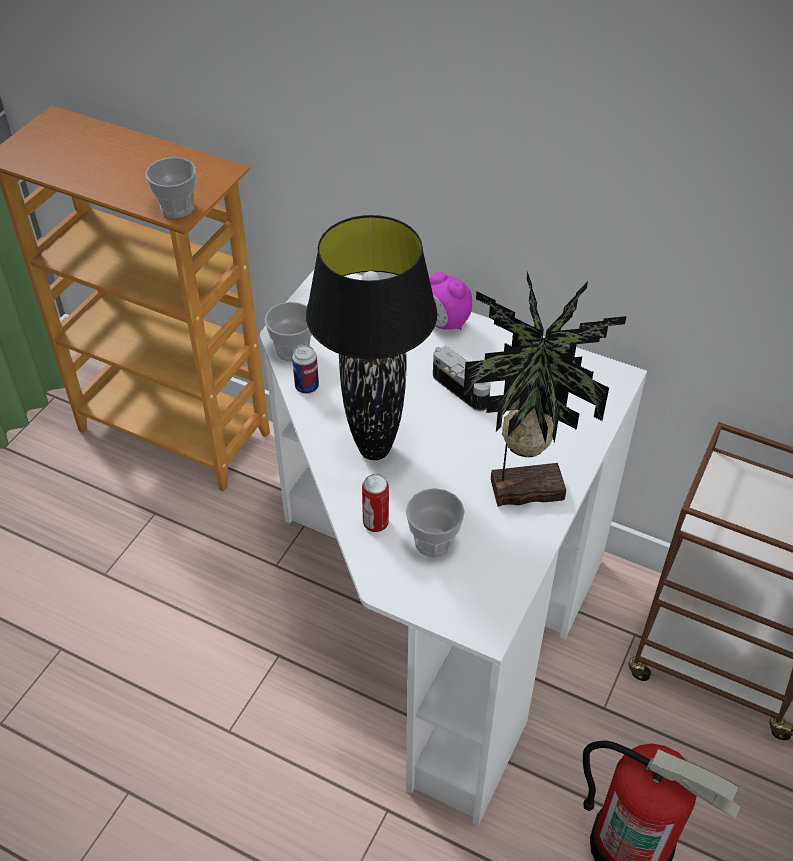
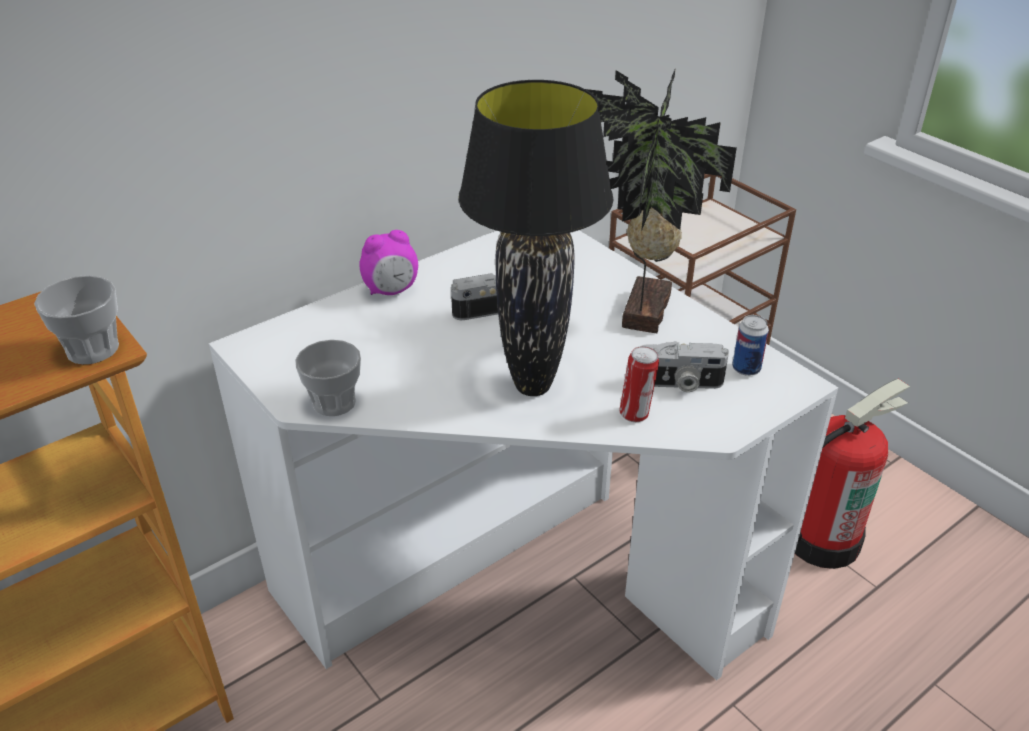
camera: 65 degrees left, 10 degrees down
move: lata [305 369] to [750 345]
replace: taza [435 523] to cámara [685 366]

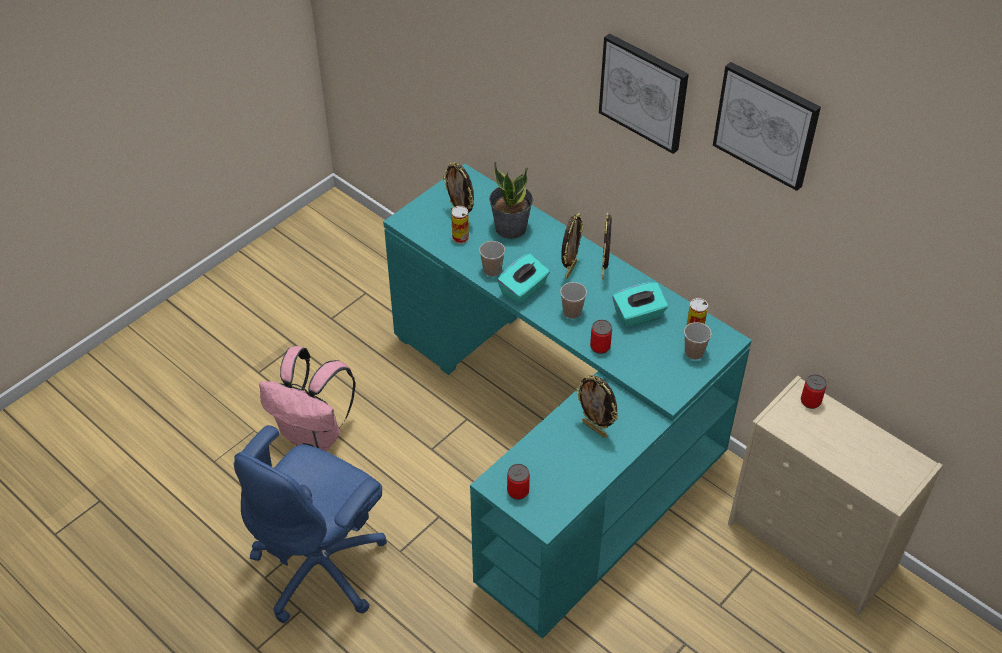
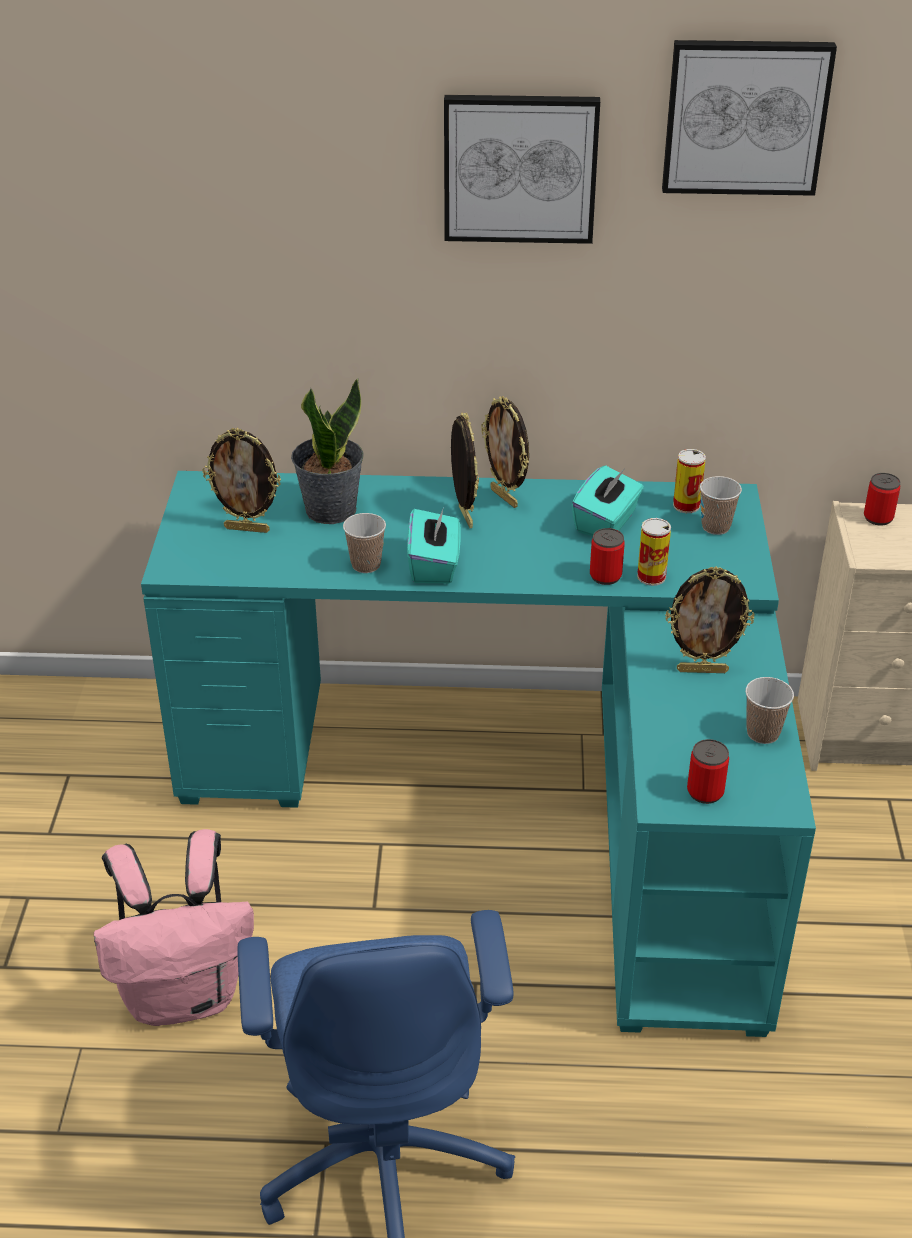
camera: 40 degrees left, 10 degrees down
move: lata [460 225] to [654 552]; taza [573 300] to [769 710]

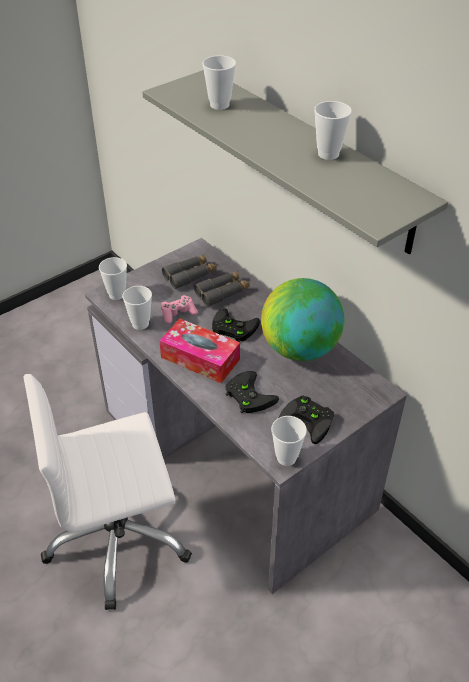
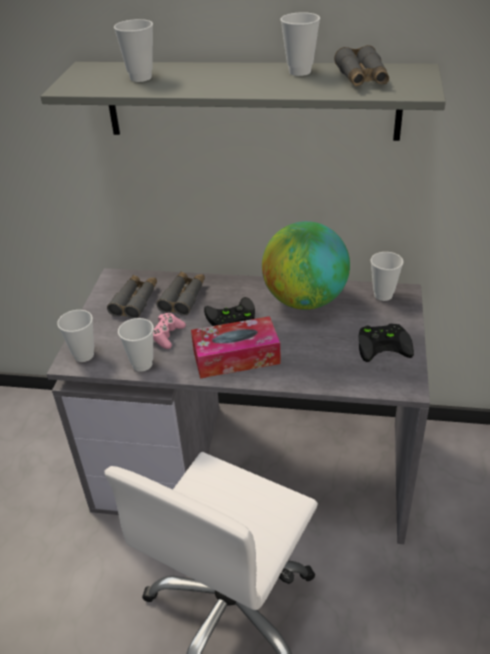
camera: 40 degrees left, 5 degrees down
delete: mando de consola (negro) [252 392]
insert: prismáticos (gris) [361 65]
move: taza [289 441] to [386 276]

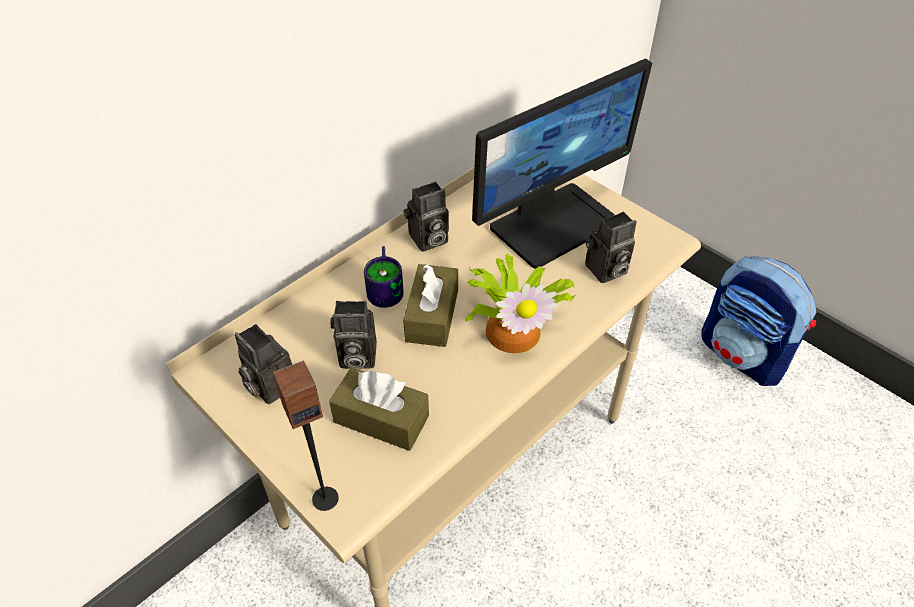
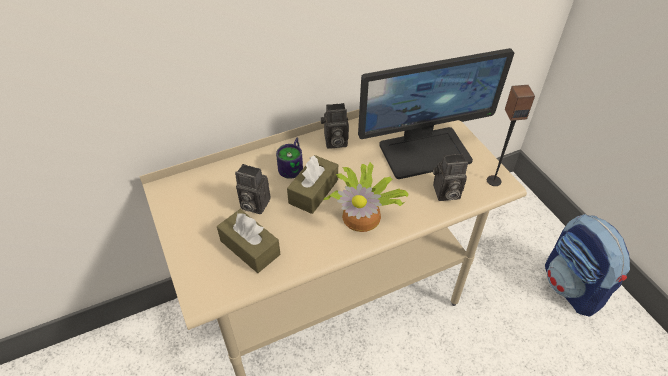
camera: 20 degrees right, 0 degrees up
delete: cámara [263 364]
move: altavoz [306 435] to [511 135]

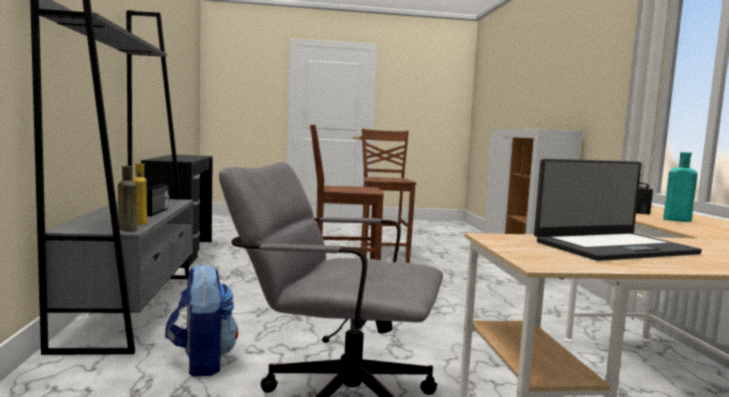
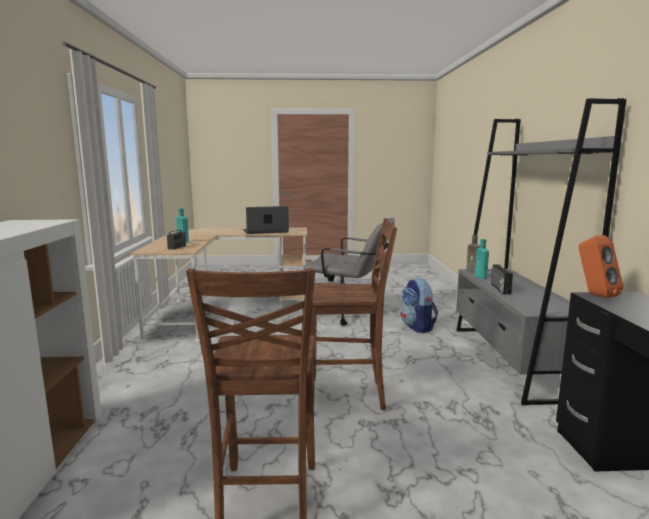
camera: 175 degrees left, 5 degrees up
insert: altavoz (naranja) [600 266]
recolor: botella (amarillo) [140 194] to botella (turquesa) [482 259]

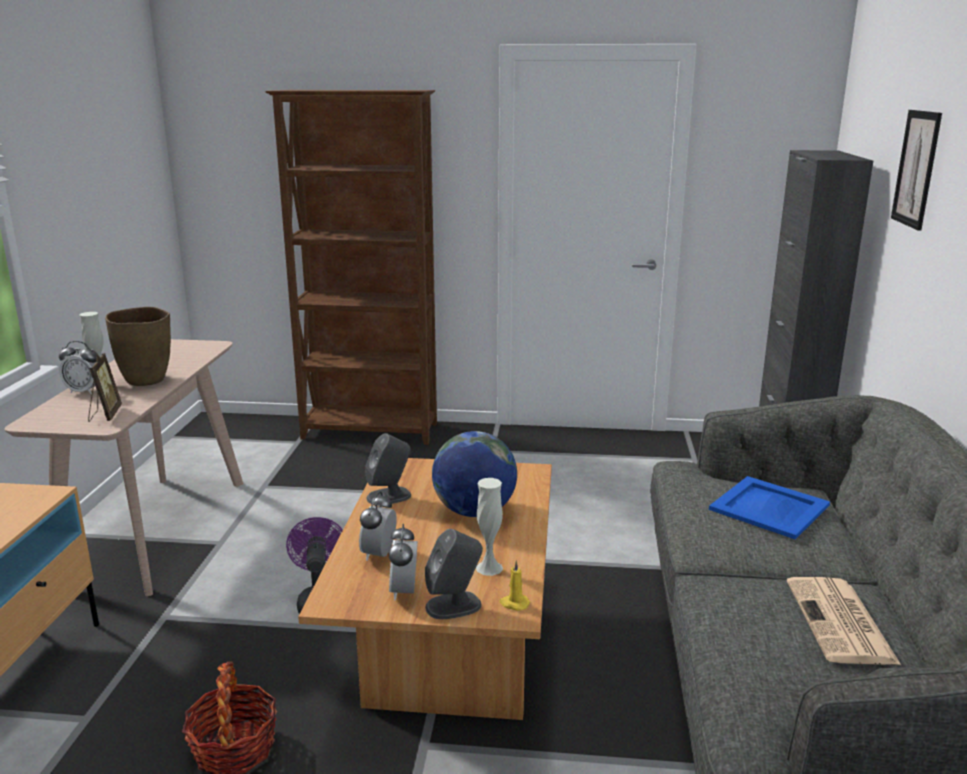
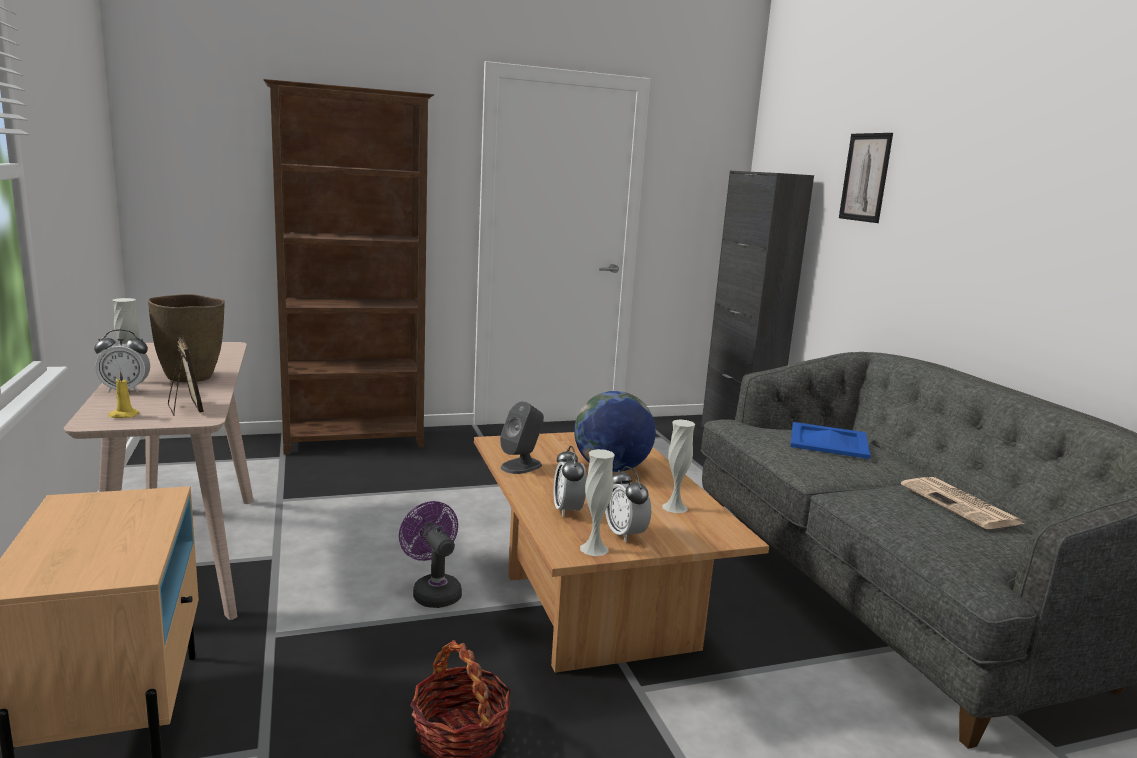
camera: 25 degrees left, 5 degrees down
delete: altavoz (gris) [454 574]
insert: florero (blanco) [597 502]
move: vela (amarillo) [515 586] to [124 394]

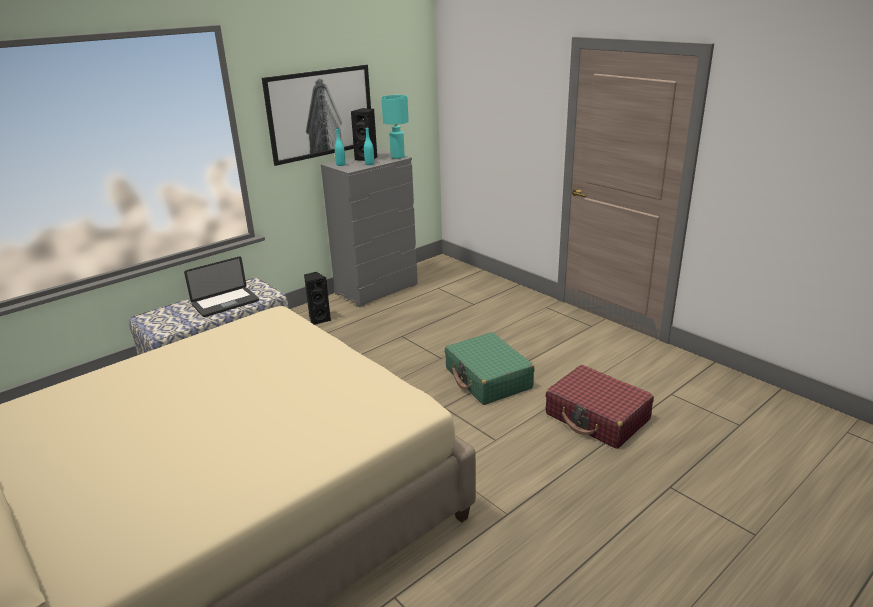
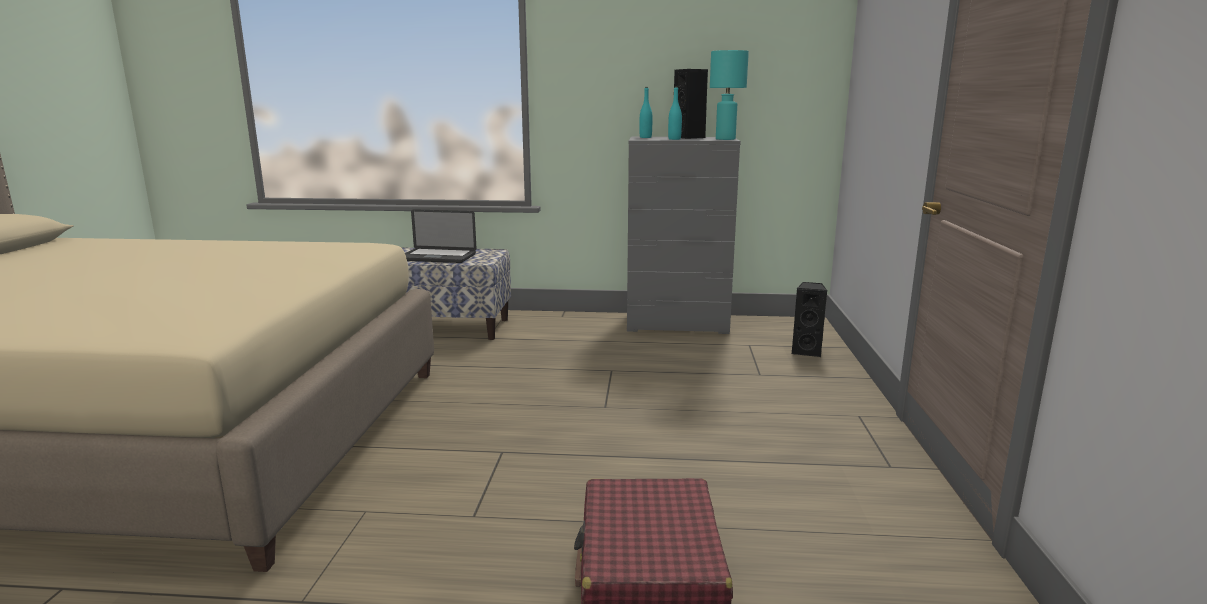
camera: 45 degrees right, 10 degrees down
delete: cuadro [316 115]; maleta (verde) [489 368]
move: altavoz (negro) [317 298] to [809 319]

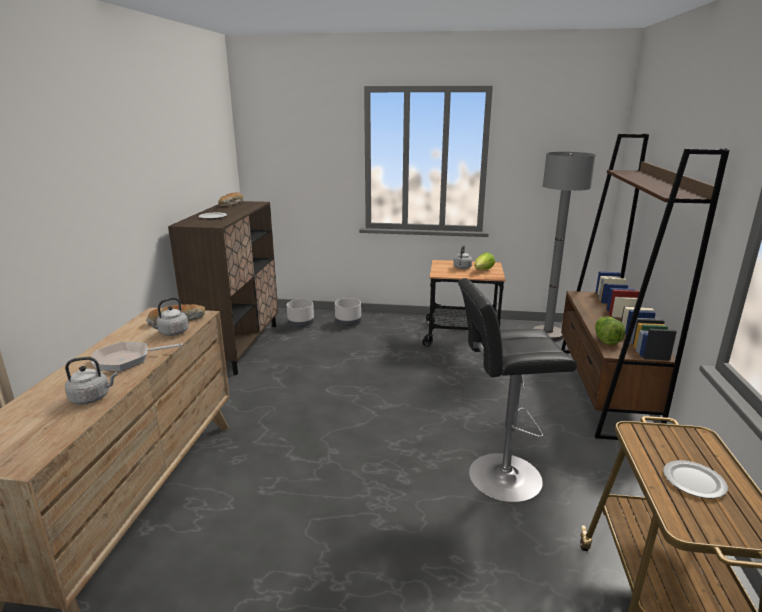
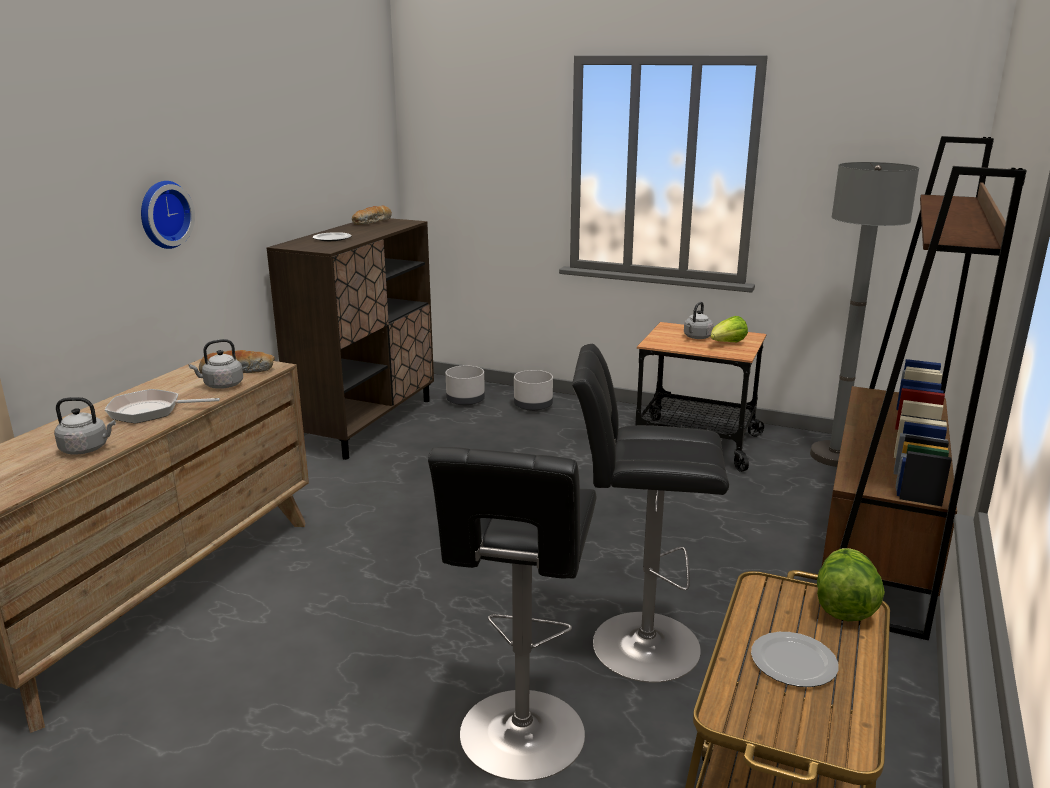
camera: 15 degrees right, 0 degrees up
insert: reloj de pared [168 215]; taburete (negro) [512 614]
move: lechuga [610 330] to [851 584]

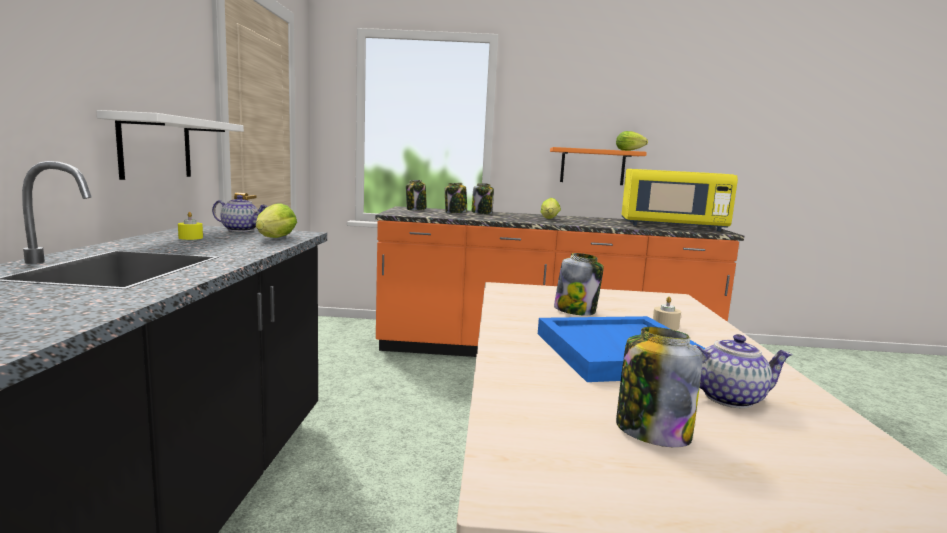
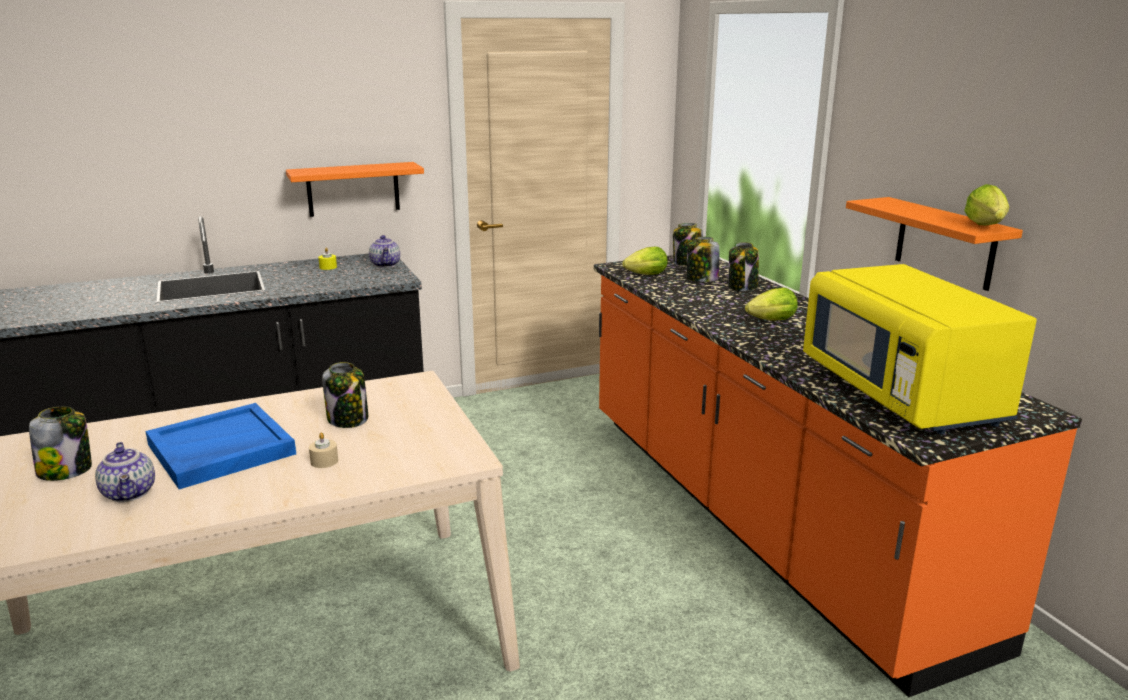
camera: 65 degrees right, 10 degrees up
move: lechuga [276 220] to [644 261]
recolor: estante (blanco) [170 145] to estante (naranja) [355 189]

